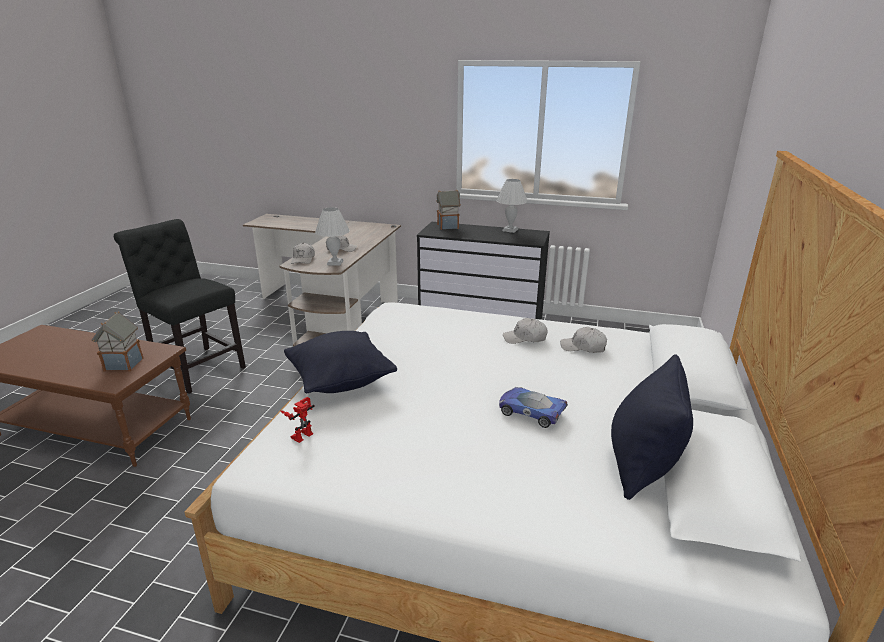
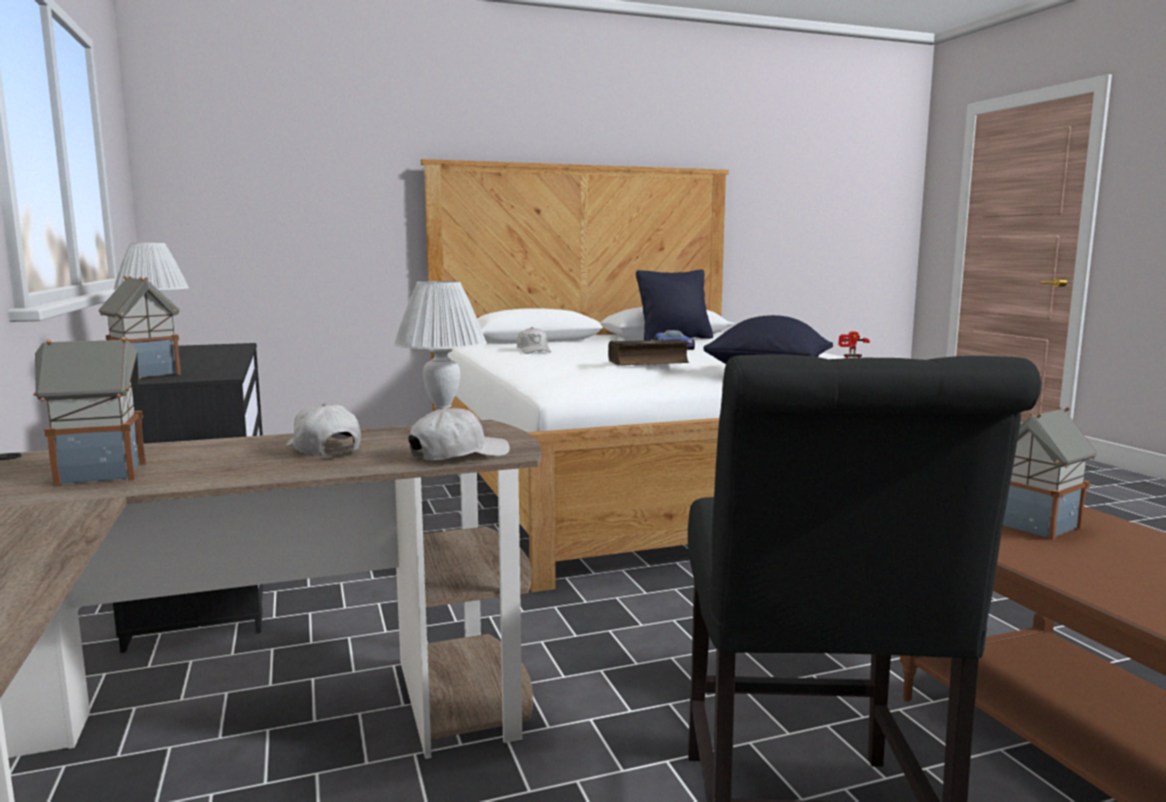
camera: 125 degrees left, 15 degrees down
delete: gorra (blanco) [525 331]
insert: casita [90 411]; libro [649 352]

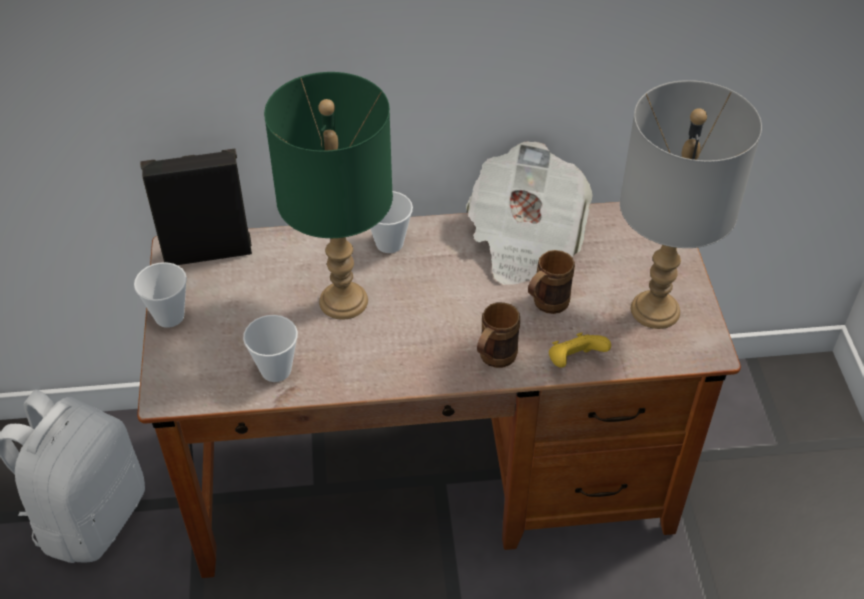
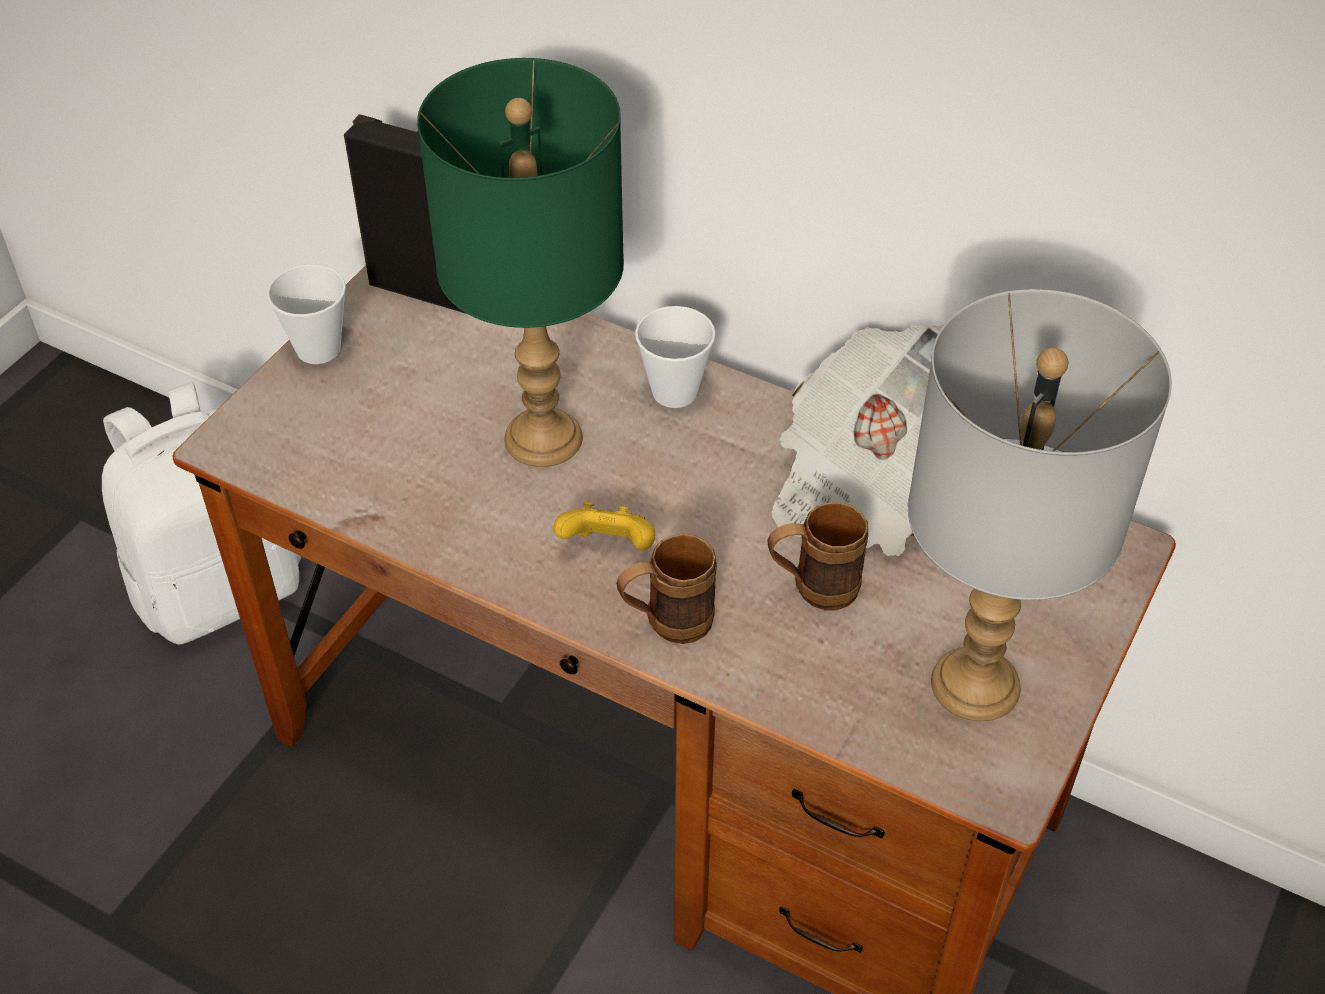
camera: 35 degrees right, 0 degrees up
delete: taza [270 348]
move: mando de consola (amarillo) [580 350] to [604 526]

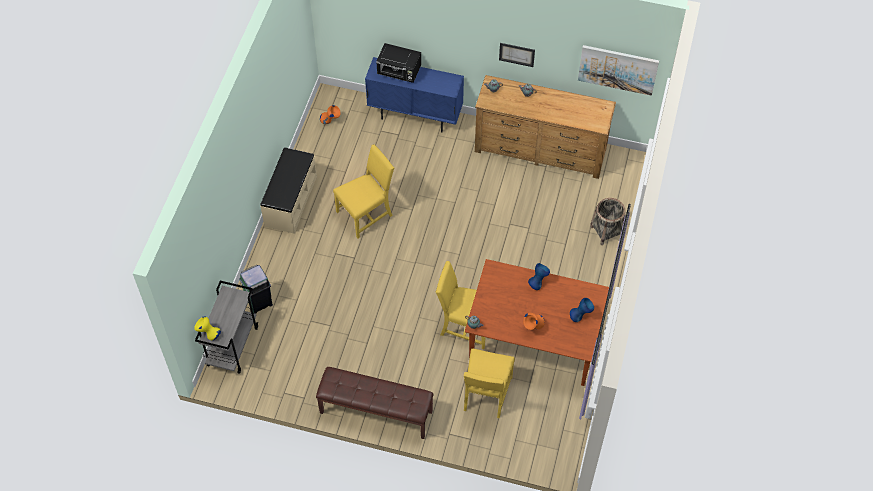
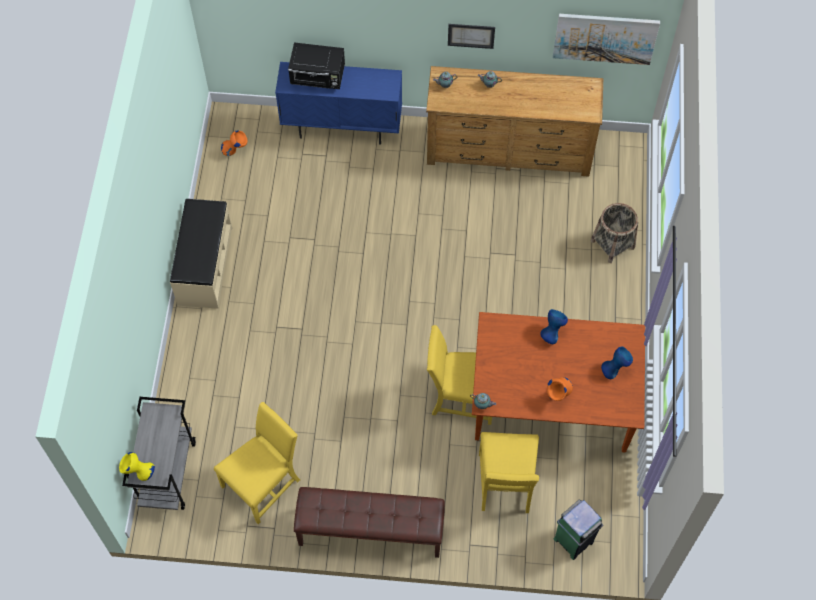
camera: 10 degrees left, 5 degrees up
move: papelera (verde) [256 289] to [578 530]; silla (amarillo) [363 191] to [257 463]

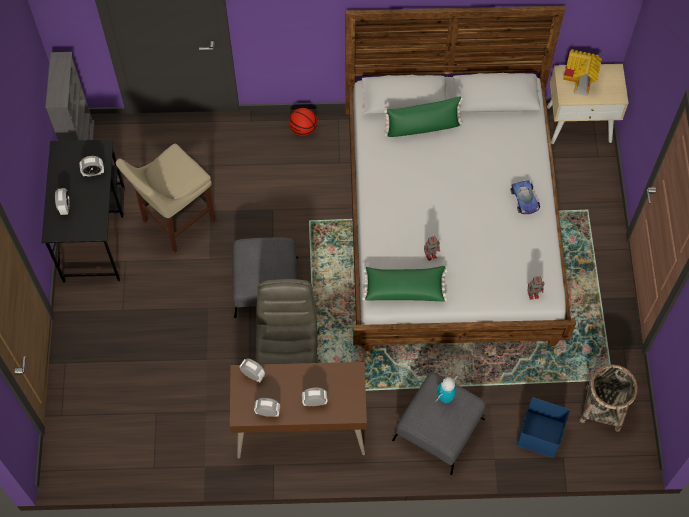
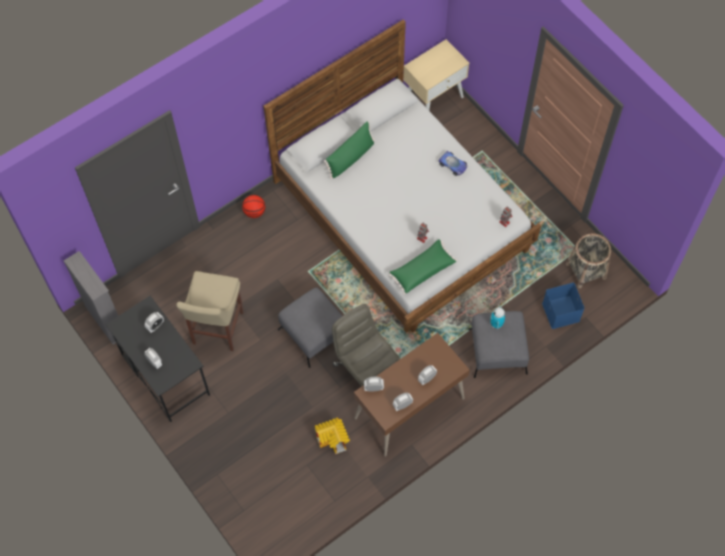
camera: 35 degrees left, 0 degrees up
move: casita [582 72] to [332 435]

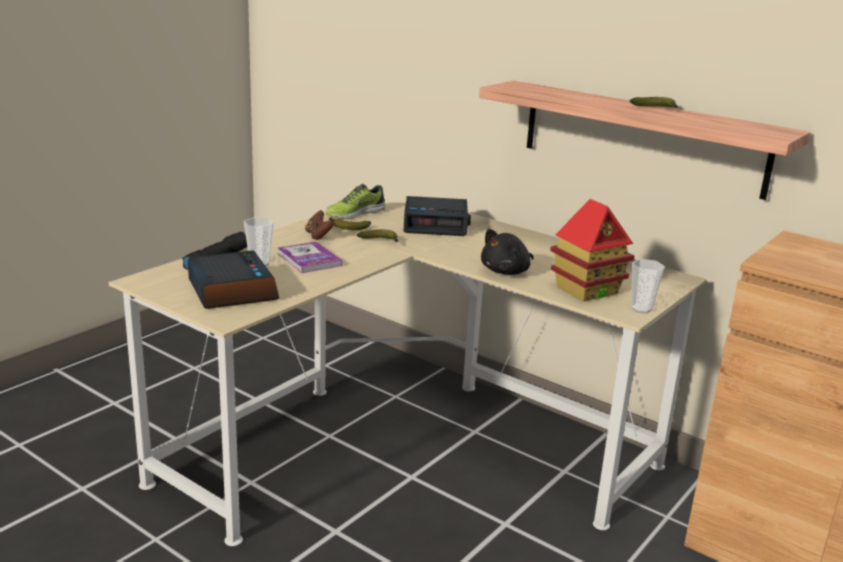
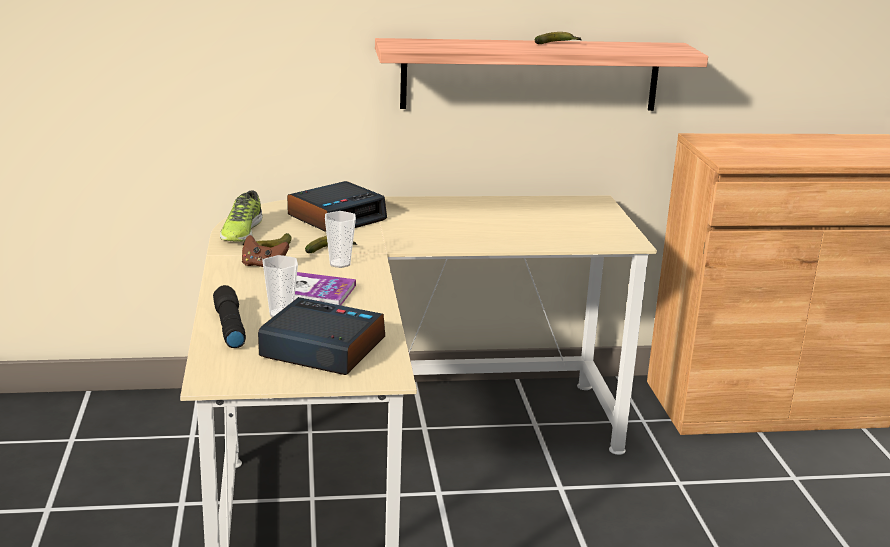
camera: 45 degrees left, 0 degrees up
delete: peluche (negro) [507 252]; casita [592 250]
move: taza [648 286] to [340 239]

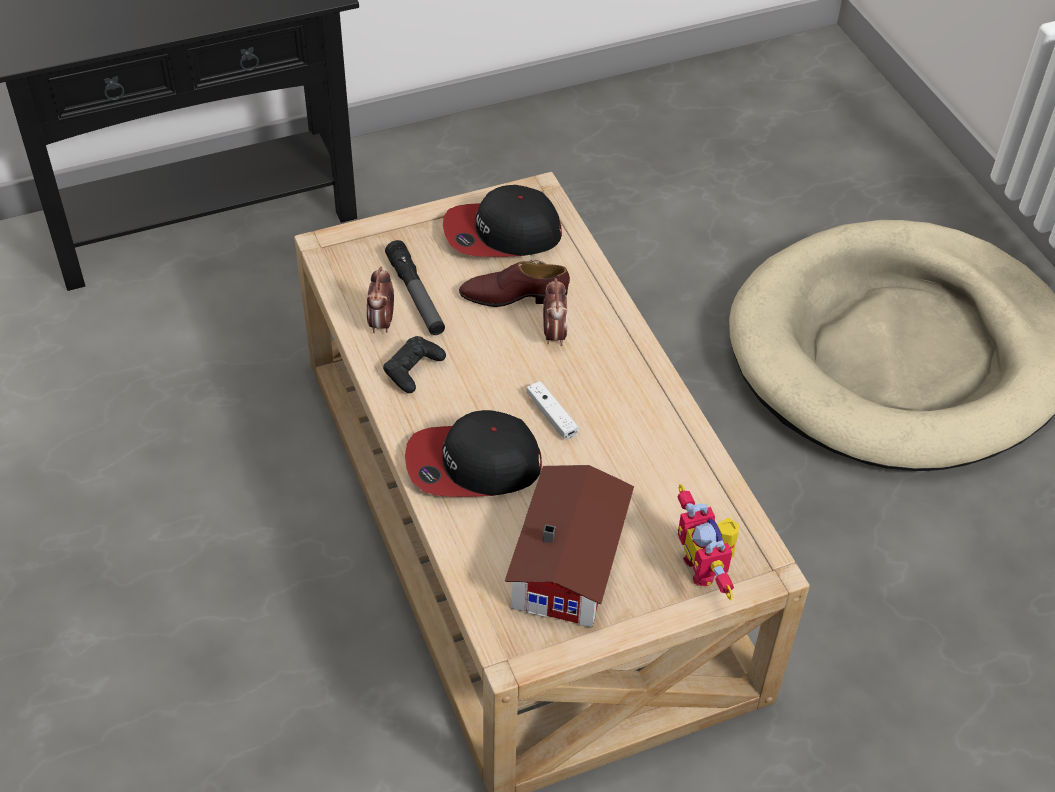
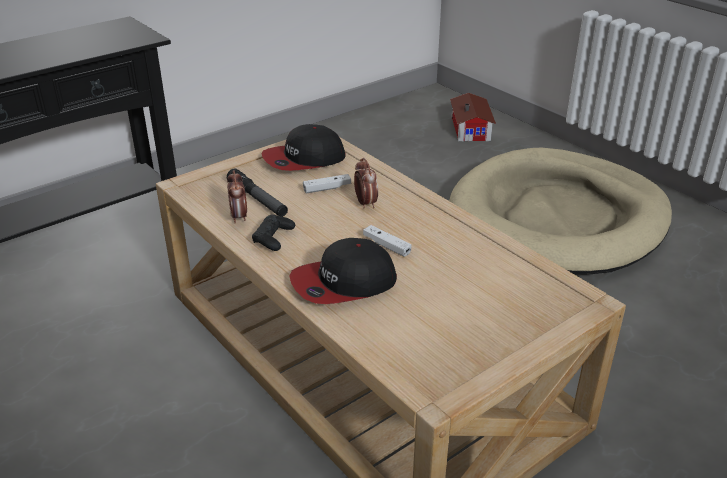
camera: 15 degrees left, 15 degrees down
delete: robot de juguete [708 542]
move: casita [569 546] to [473 117]
replace: zapato (marrón) [514 283] to mando de consola (blanco) [327 183]

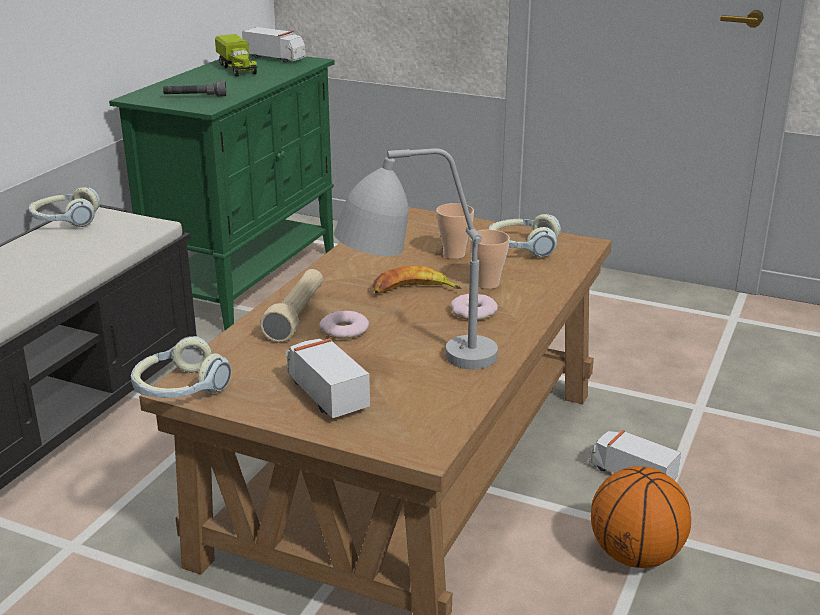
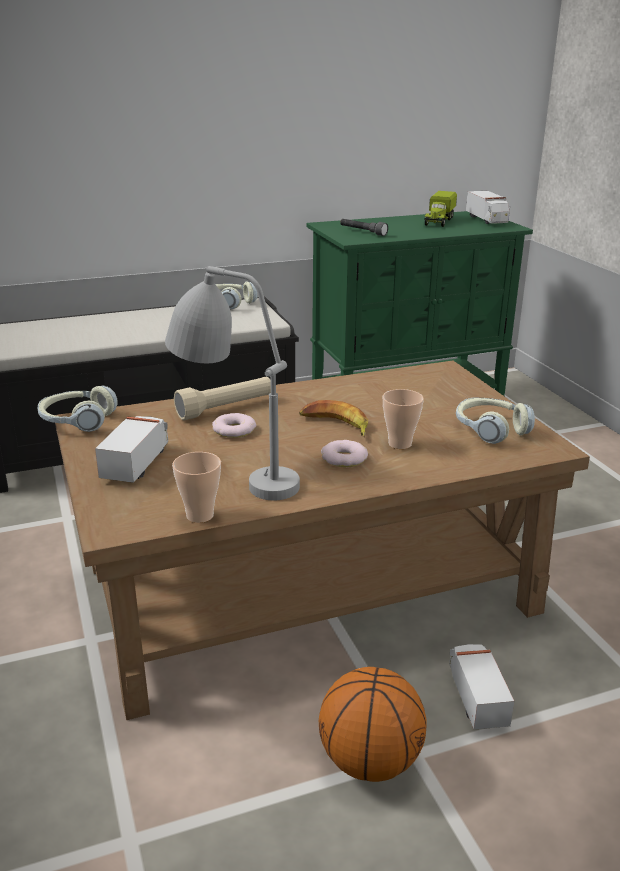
camera: 45 degrees right, 0 degrees up
move: taza [455 231] to [196 487]

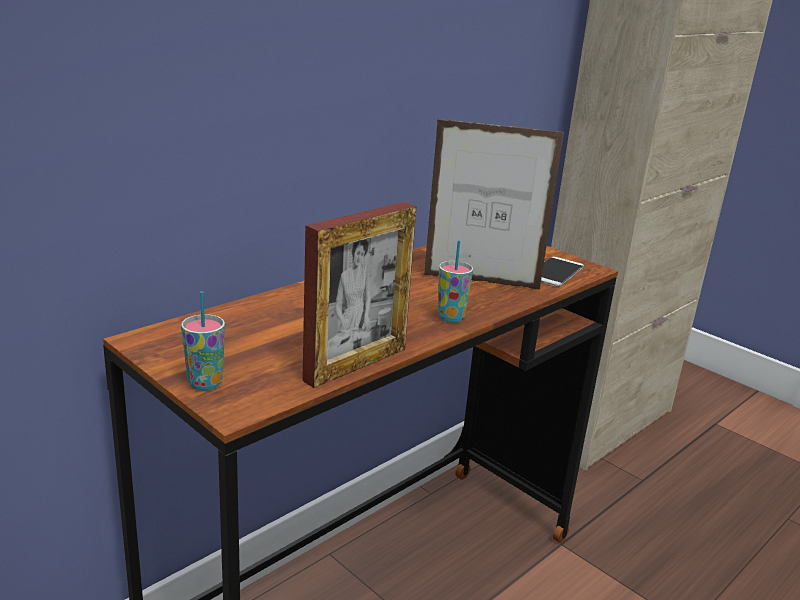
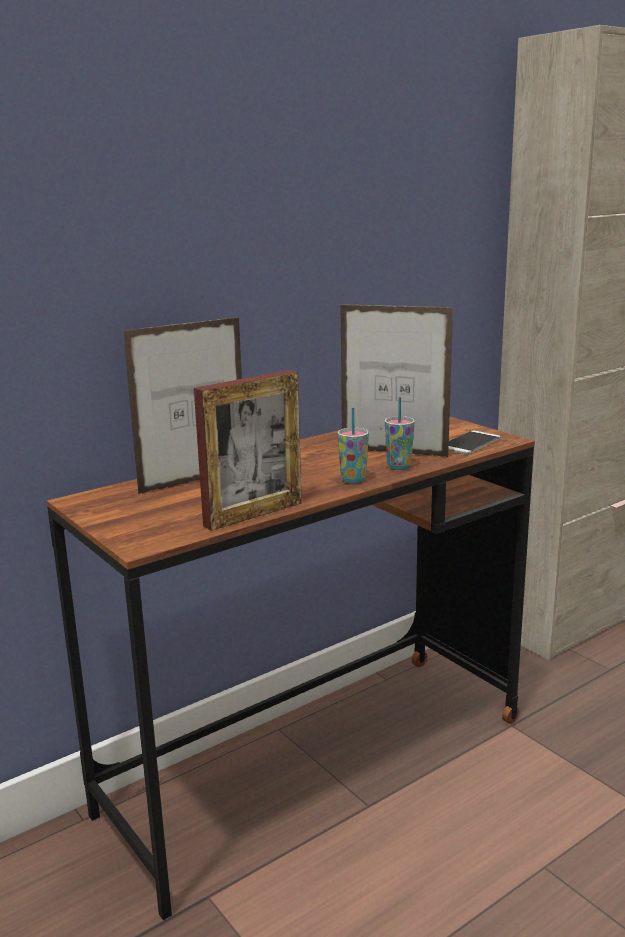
camera: 10 degrees right, 5 degrees down
insert: portarretratos [182 405]
move: taza [203 341] to [400 433]

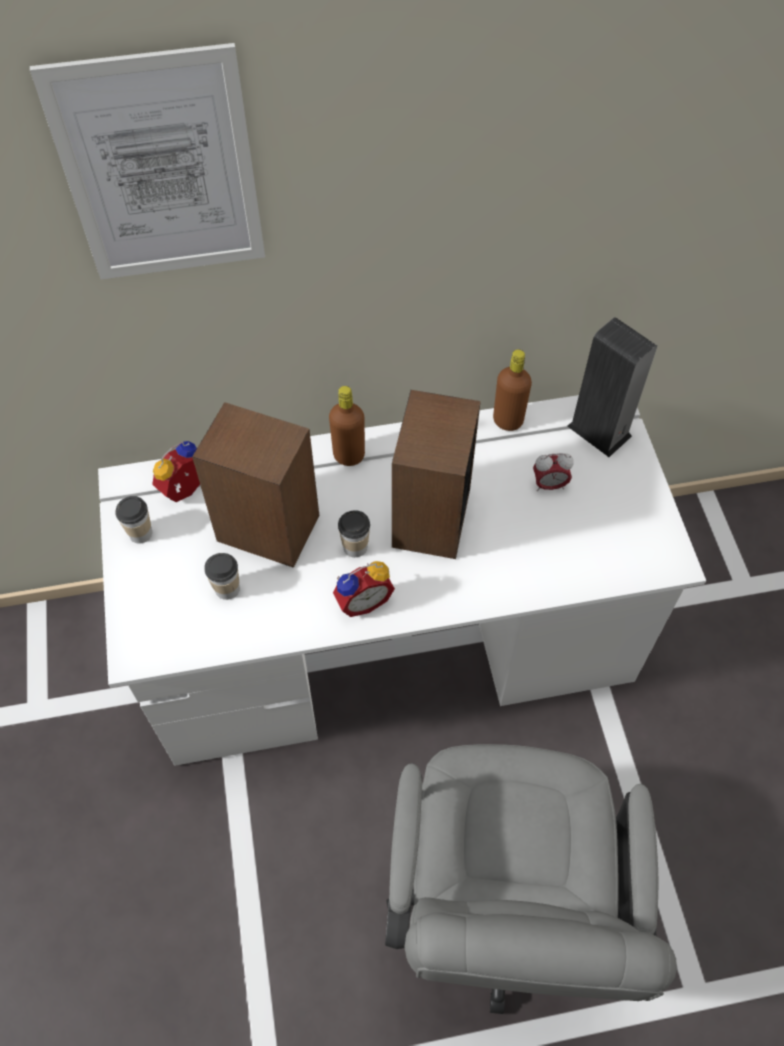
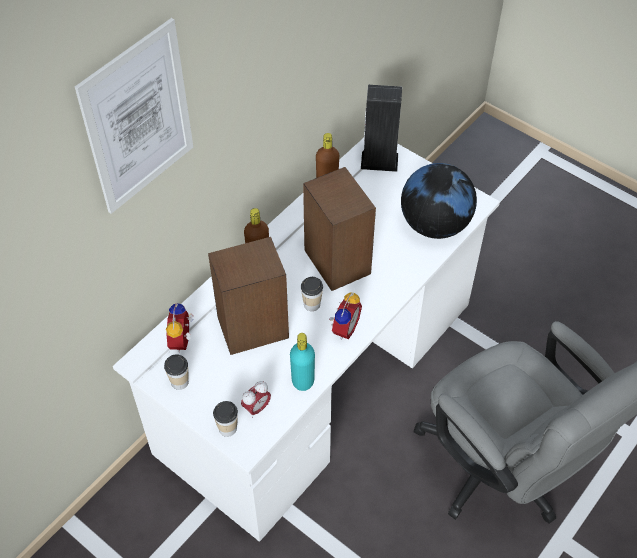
camera: 40 degrees left, 5 degrees down
insert: botella (turquesa) [302 362]; globo terráqueo [439 201]
move: taza [222 576] to [225 419]; despertador [553 472] to [256 399]

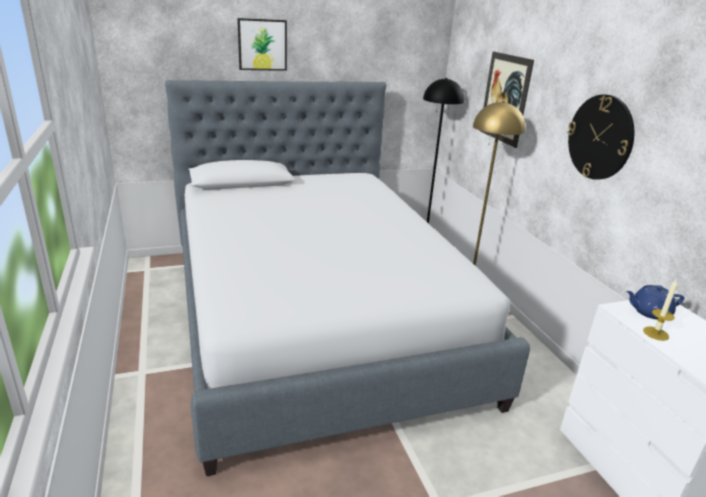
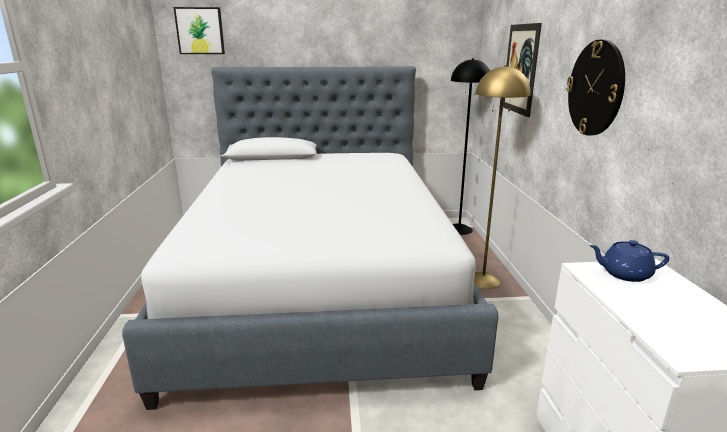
camera: 15 degrees right, 5 degrees down
delete: vela [660 310]
move: cuadro [262 44] to [199 30]

